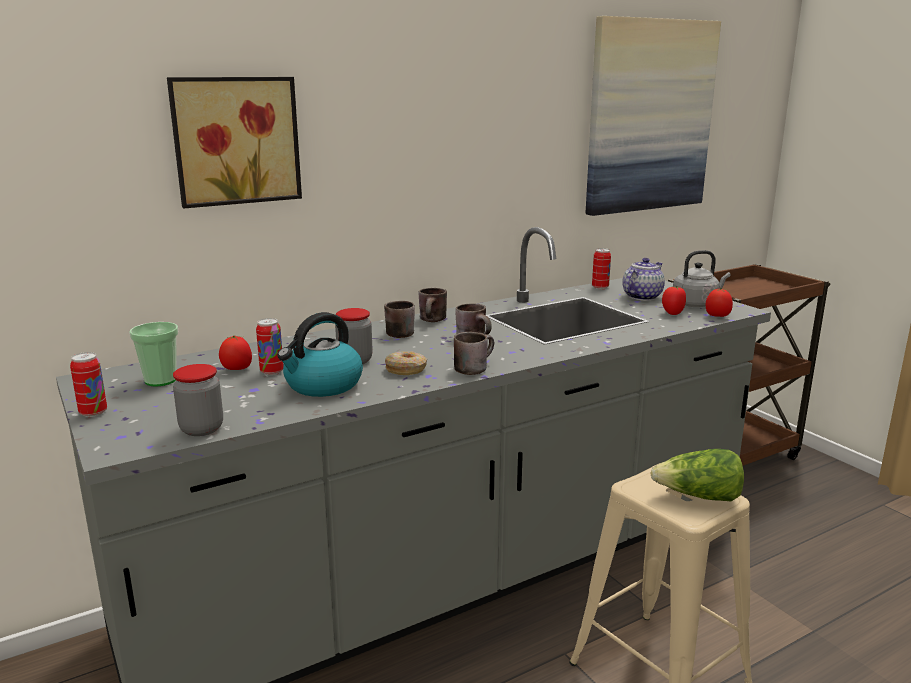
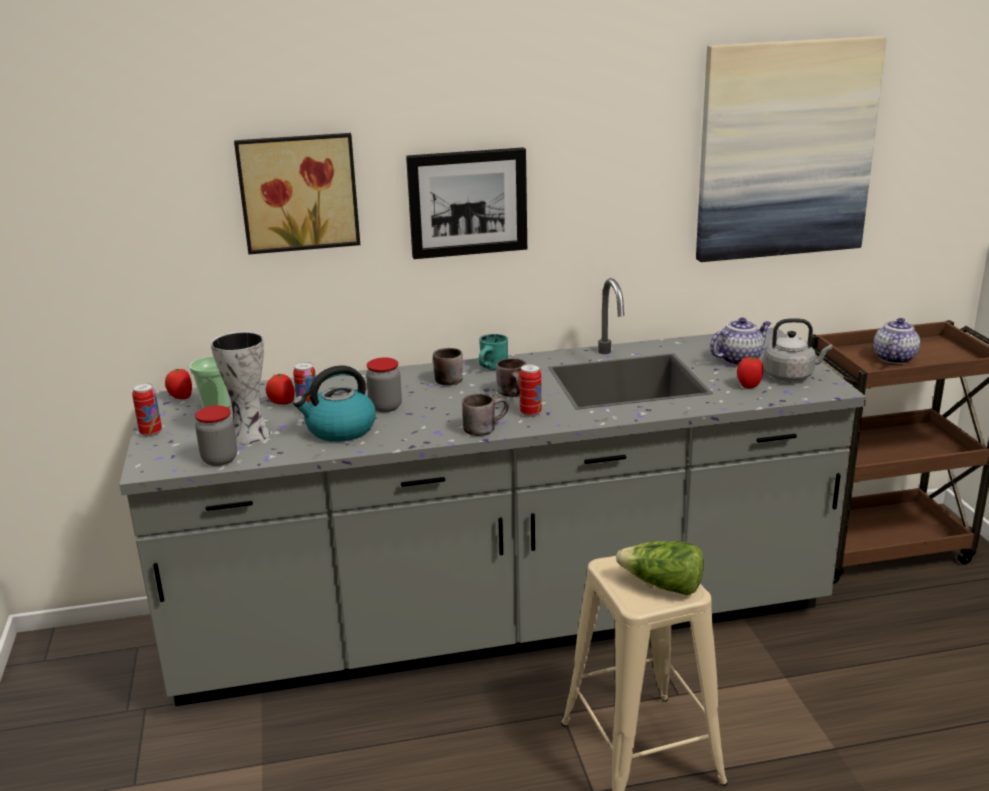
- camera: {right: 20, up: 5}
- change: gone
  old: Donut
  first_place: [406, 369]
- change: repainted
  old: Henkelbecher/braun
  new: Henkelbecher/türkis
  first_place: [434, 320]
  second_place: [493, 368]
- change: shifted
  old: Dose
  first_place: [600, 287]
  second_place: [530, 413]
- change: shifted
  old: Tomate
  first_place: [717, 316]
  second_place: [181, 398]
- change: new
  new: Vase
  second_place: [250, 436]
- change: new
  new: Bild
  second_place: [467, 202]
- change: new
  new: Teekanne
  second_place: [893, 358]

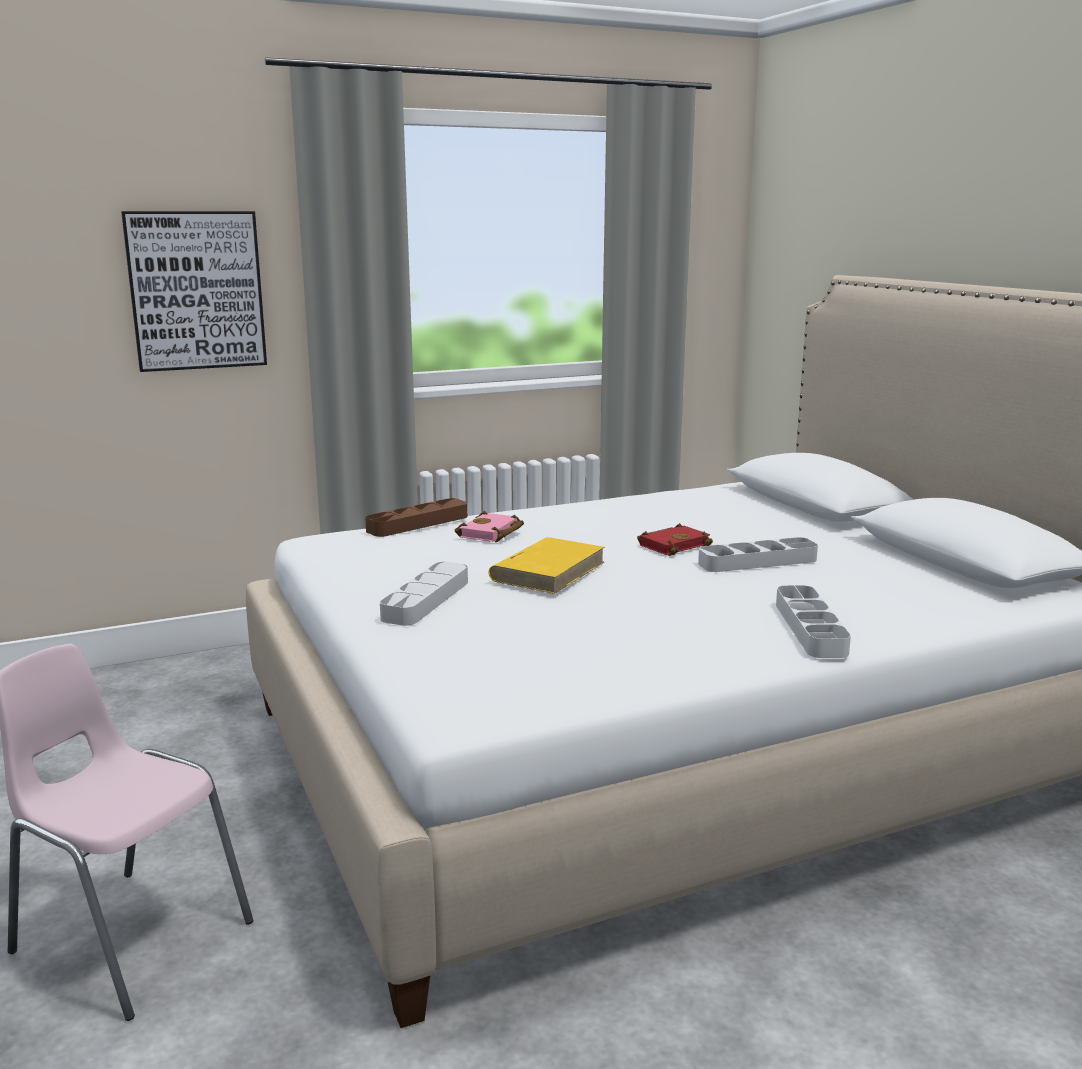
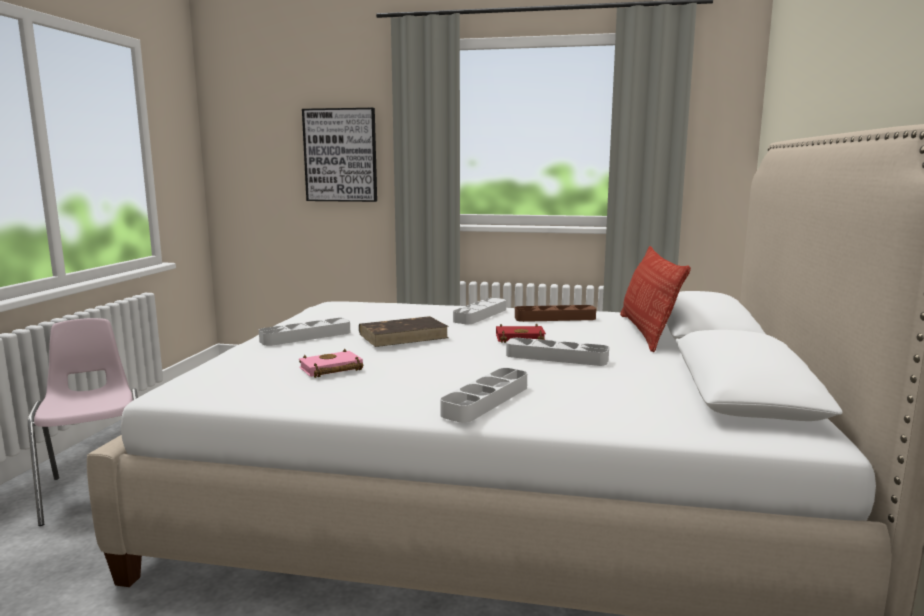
- camera: {right: 35, up: -5}
- change: shifted
  old: Tablett/braun
  first_place: [417, 523]
  second_place: [555, 318]
- change: shifted
  old: Buch/rosa
  first_place: [491, 533]
  second_place: [330, 370]
- change: repainted
  old: Buch/gelb
  new: Buch/braun
  first_place: [548, 570]
  second_place: [404, 336]
- change: new
  new: Tablett/grau
  second_place: [480, 315]
- change: new
  new: Kissen
  second_place: [647, 332]

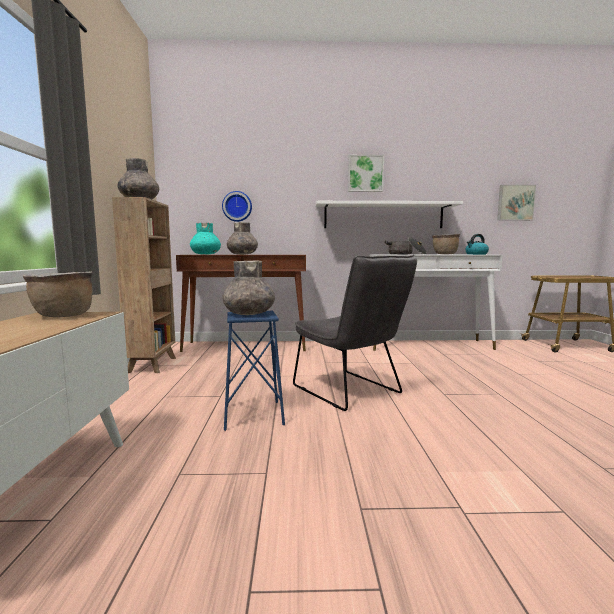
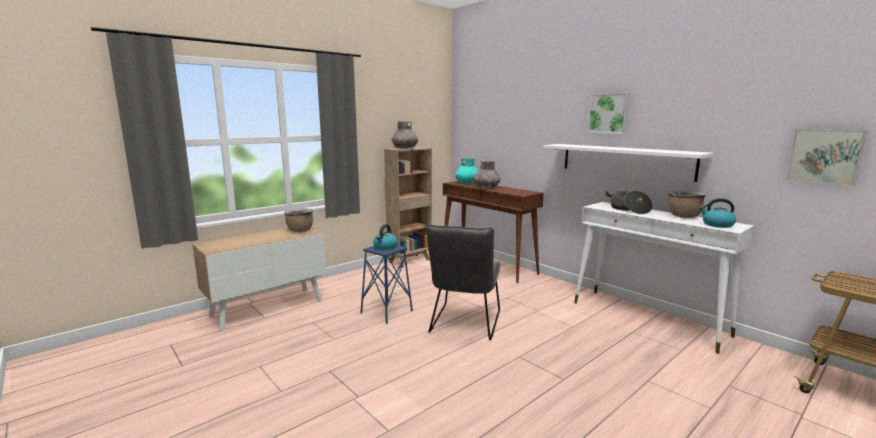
- camera: {right: 50, up: 5}
- change: gone
  old: Wanduhr
  first_place: [237, 206]
- change: swapped
  old: Vase/grau
  new: Wasserkessel
  first_place: [249, 314]
  second_place: [385, 247]

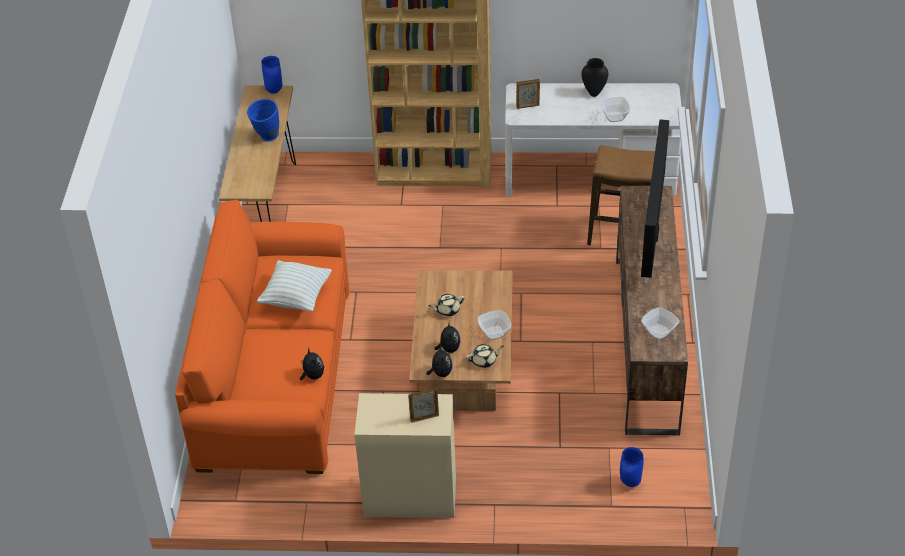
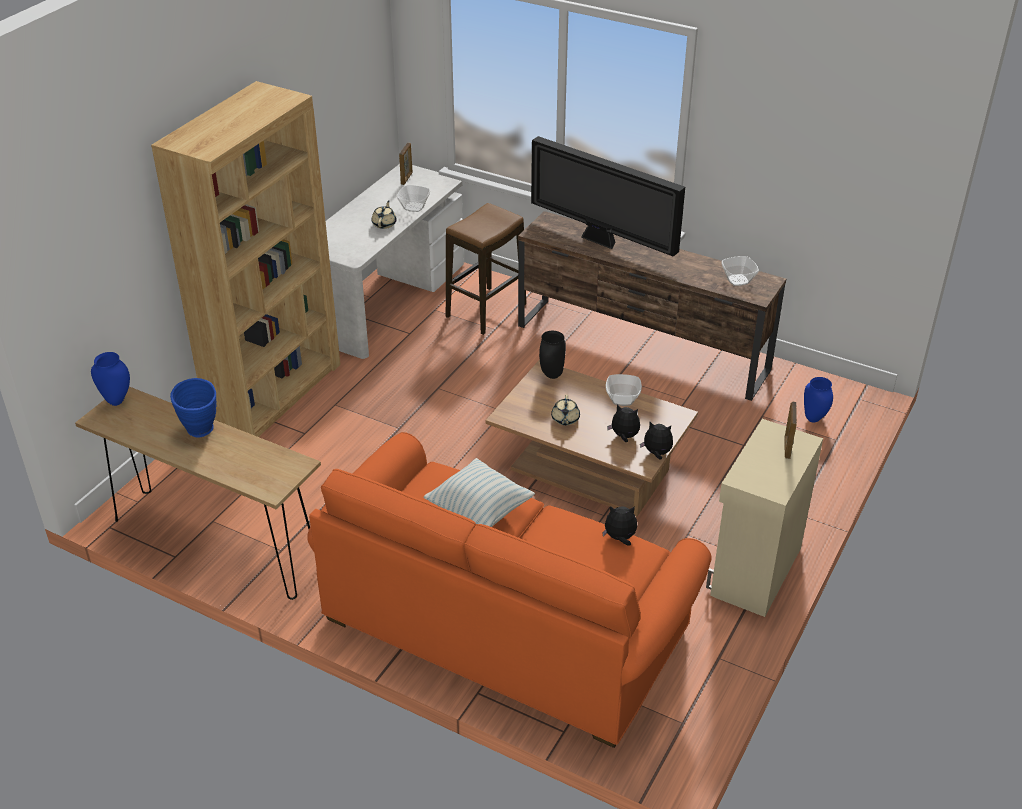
- camera: {right: -65, up: -5}
- change: shifted
  old: Teekanne/beige
  first_place: [484, 361]
  second_place: [384, 224]
- change: shifted
  old: Bilderrahmen
  first_place: [528, 106]
  second_place: [407, 178]
- change: shifted
  old: Vase/schwarz
  first_place: [594, 93]
  second_place: [551, 375]

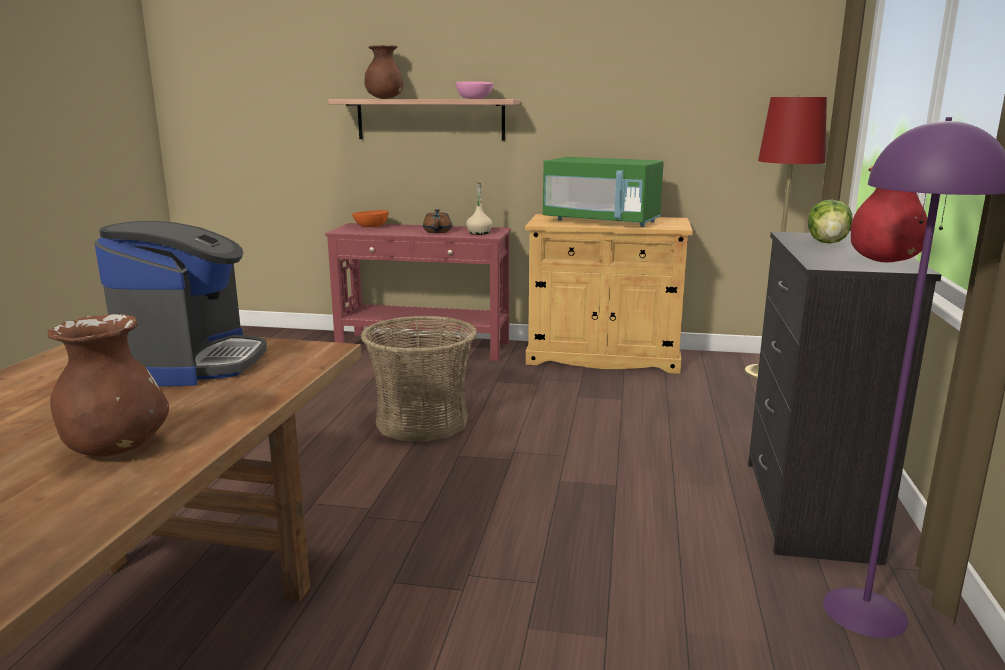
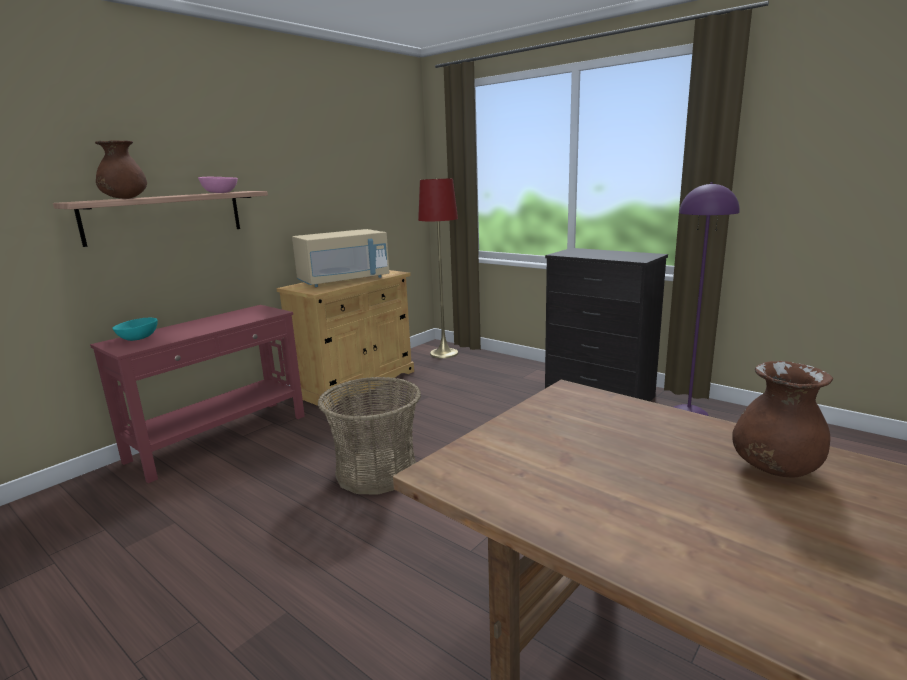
- camera: {right: -60, up: 0}
- change: gone
  old: Kaffeemaschine
  first_place: [192, 363]
- change: repainted
  old: Schüssel/orange
  new: Schüssel/türkis
  first_place: [372, 227]
  second_place: [139, 338]
- change: gone
  old: Teekanne/braun
  first_place: [437, 231]
- change: gone
  old: Flasche/beige
  first_place: [479, 233]
- change: repainted
  old: Mikrowelle/grün
  new: Mikrowelle/beige
  first_place: [601, 221]
  second_place: [344, 281]
- change: gone
  old: Salatkopf
  first_place: [828, 243]
- change: gone
  old: Vase/rot
  first_place: [884, 261]

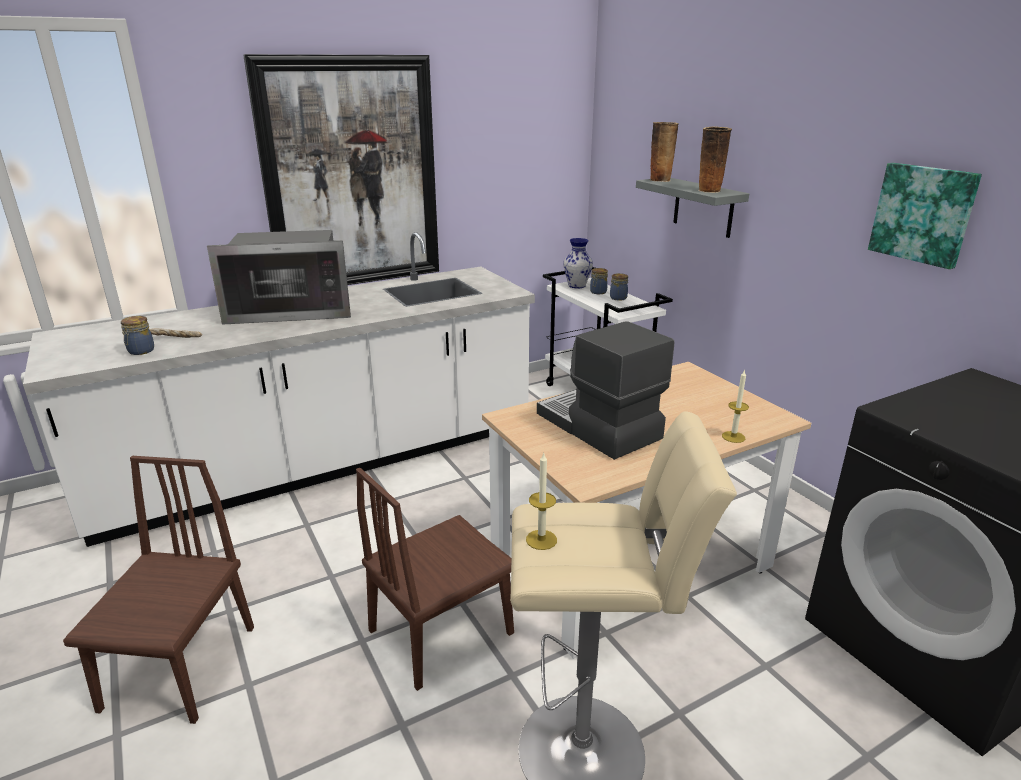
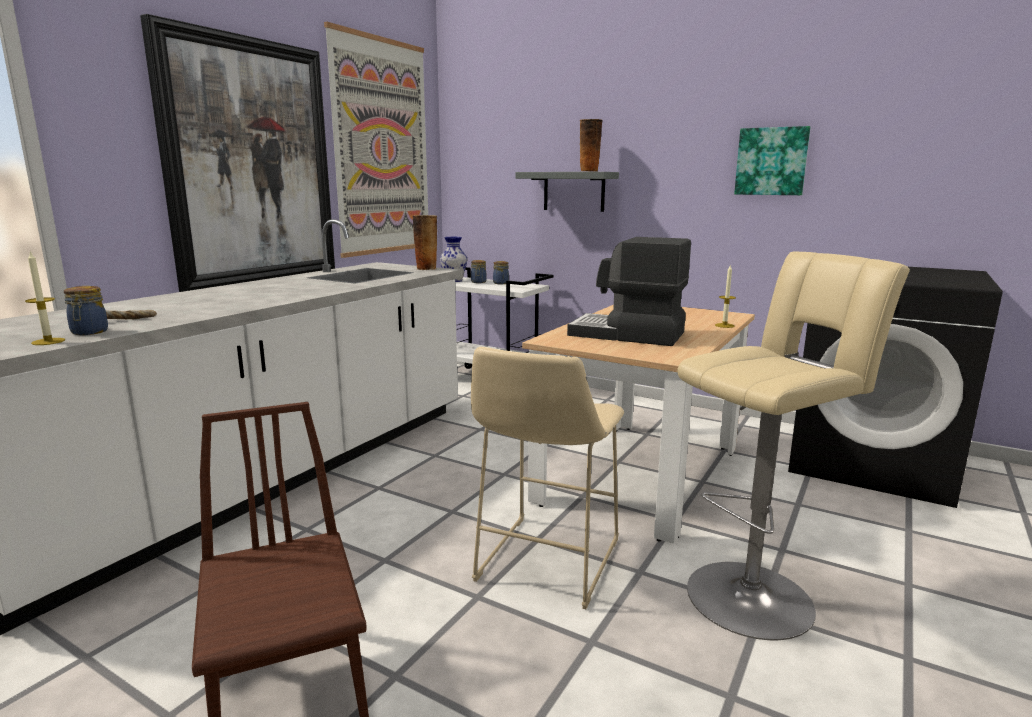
- camera: {right: -30, up: -10}
- change: gone
  old: Mikrowelle
  first_place: [291, 310]
- change: swapped
  old: Stuhl/braun
  new: Hocker/beige
  first_place: [441, 631]
  second_place: [545, 564]
- change: shifted
  old: Kerze
  first_place: [541, 539]
  second_place: [48, 341]
- change: shifted
  old: Vase
  first_place: [660, 180]
  second_place: [426, 269]
- change: new
  new: Bild
  second_place: [382, 148]

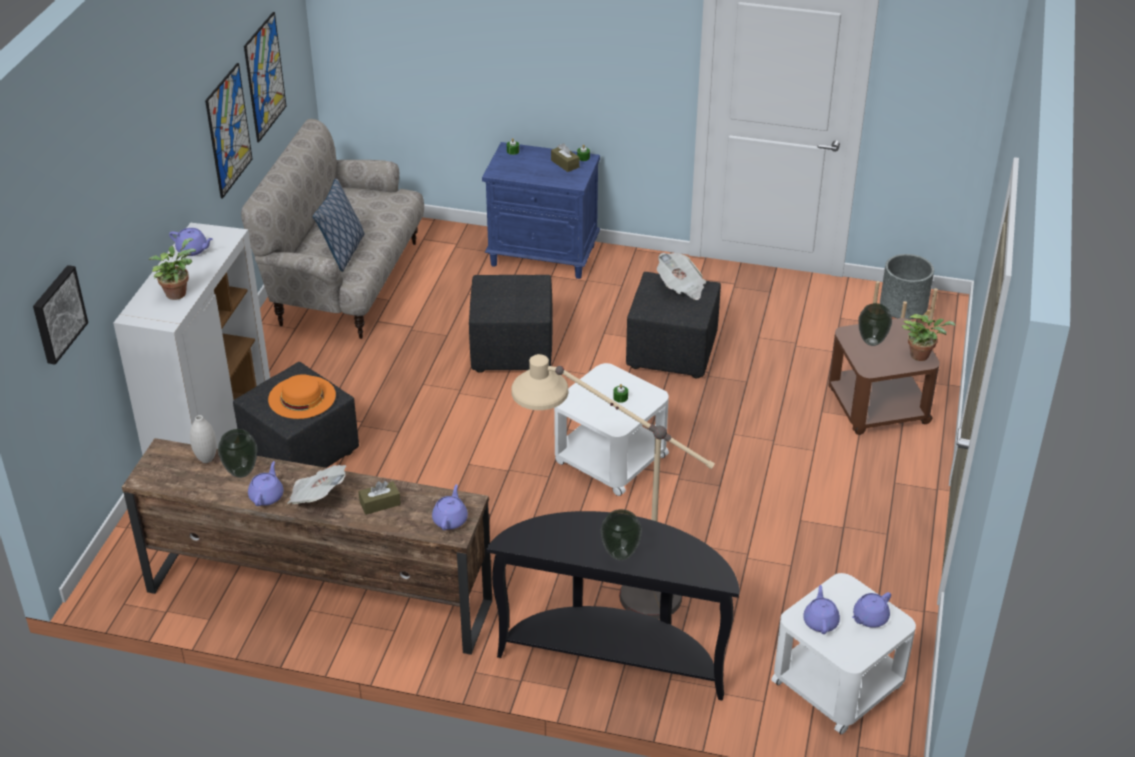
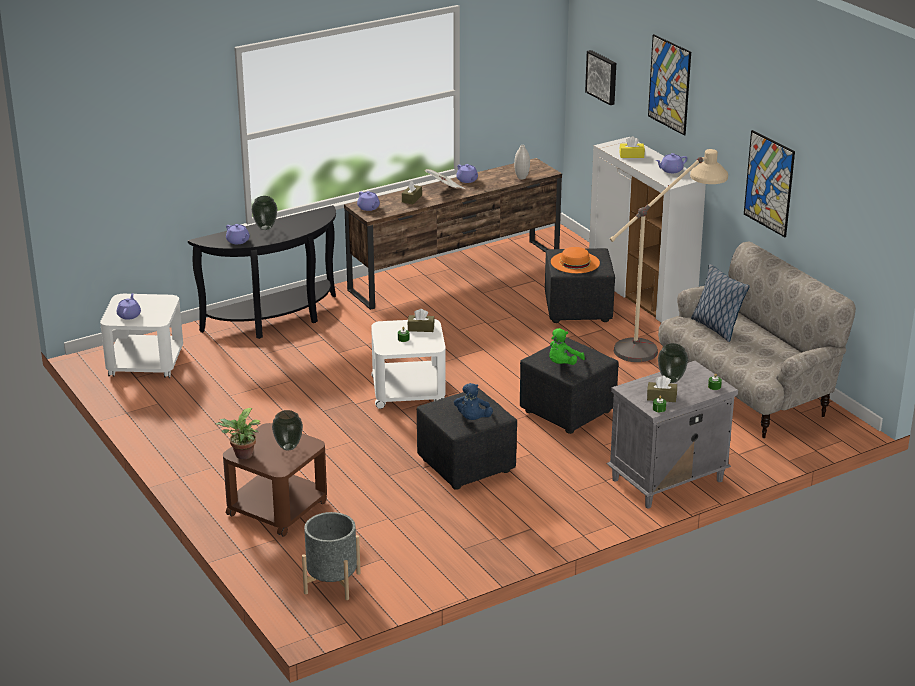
- camera: {right: 135, up: -10}
- change: swapped
  old: Topfpflanze
  new: Taschentuchbox/gelb
  first_place: [177, 292]
  second_place: [631, 155]
- change: shifted
  old: Vase
  first_place: [241, 473]
  second_place: [671, 380]
- change: shifted
  old: Bild
  first_place: [264, 77]
  second_place: [669, 84]
- change: repainted
  old: Nachttisch/blau
  new: Nachttisch/grau
  first_place: [544, 255]
  second_place: [666, 481]
- change: shifted
  old: Stehlampe/beige
  first_place: [606, 588]
  second_place: [660, 343]
- change: swapped
  old: Zeitung
  new: Plüschtier/blau
  first_place: [681, 287]
  second_place: [472, 419]
- change: shifted
  old: Teekanne/lila
  first_place: [820, 621]
  second_place: [238, 241]
- change: new
  new: Taschentuchbox/braun
  second_place: [421, 328]
- change: new
  new: Plüschtier/grün
  second_place: [563, 364]

